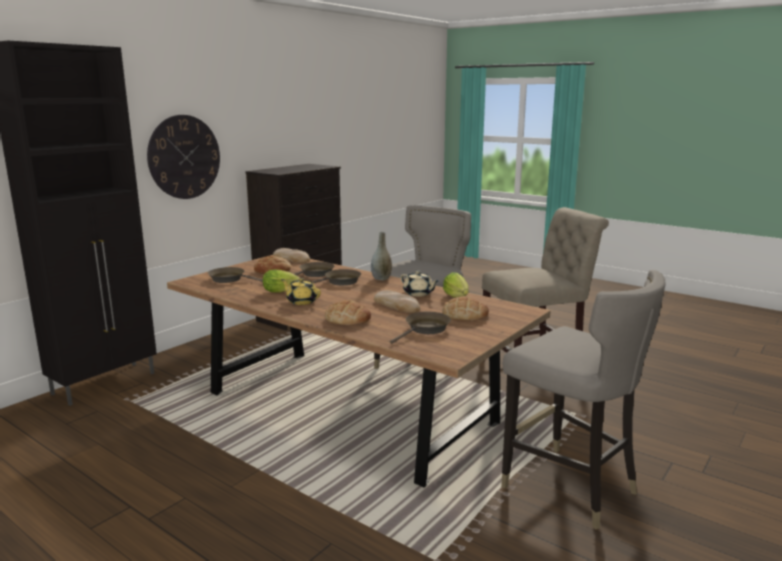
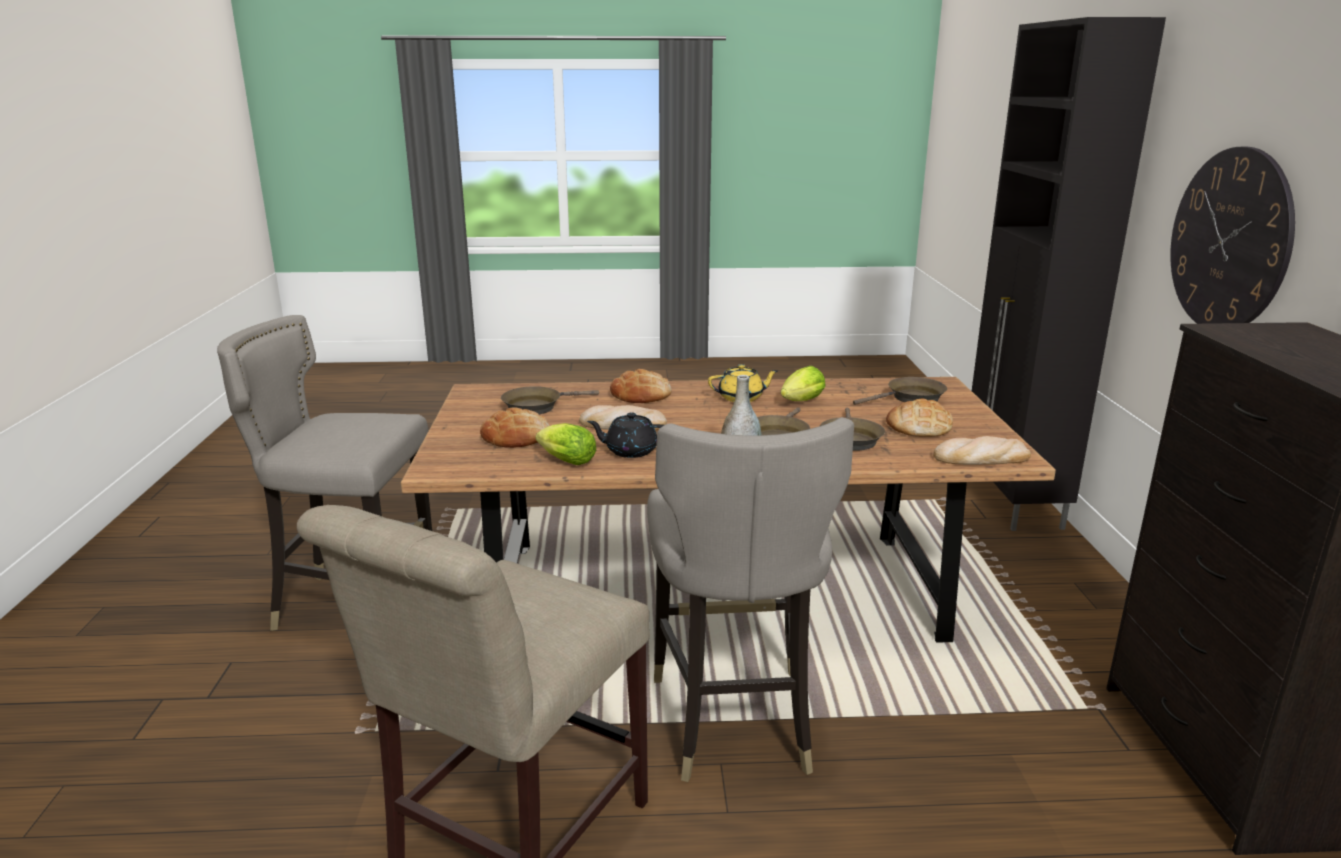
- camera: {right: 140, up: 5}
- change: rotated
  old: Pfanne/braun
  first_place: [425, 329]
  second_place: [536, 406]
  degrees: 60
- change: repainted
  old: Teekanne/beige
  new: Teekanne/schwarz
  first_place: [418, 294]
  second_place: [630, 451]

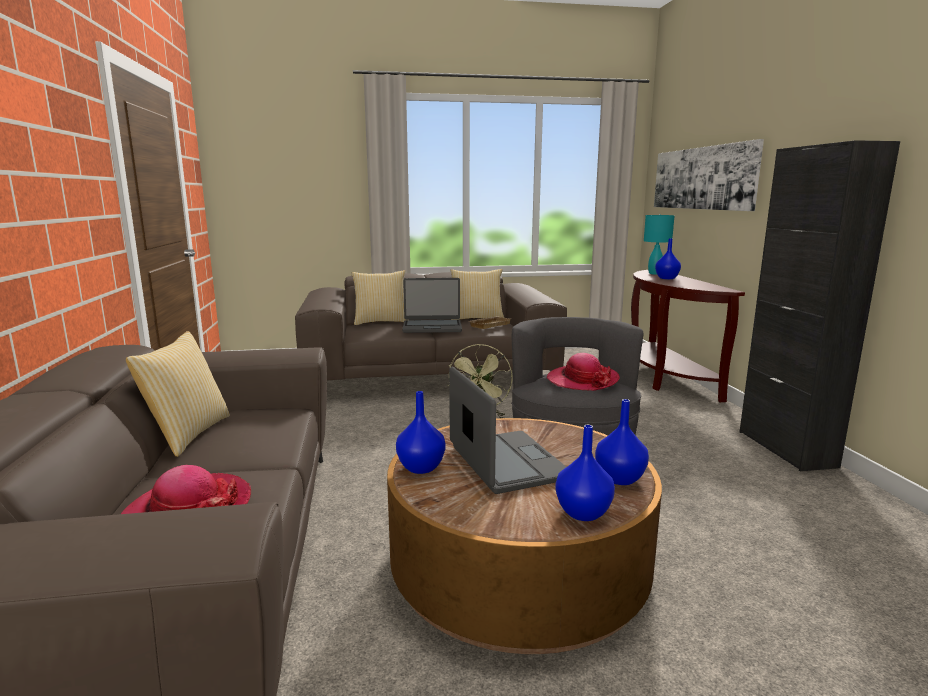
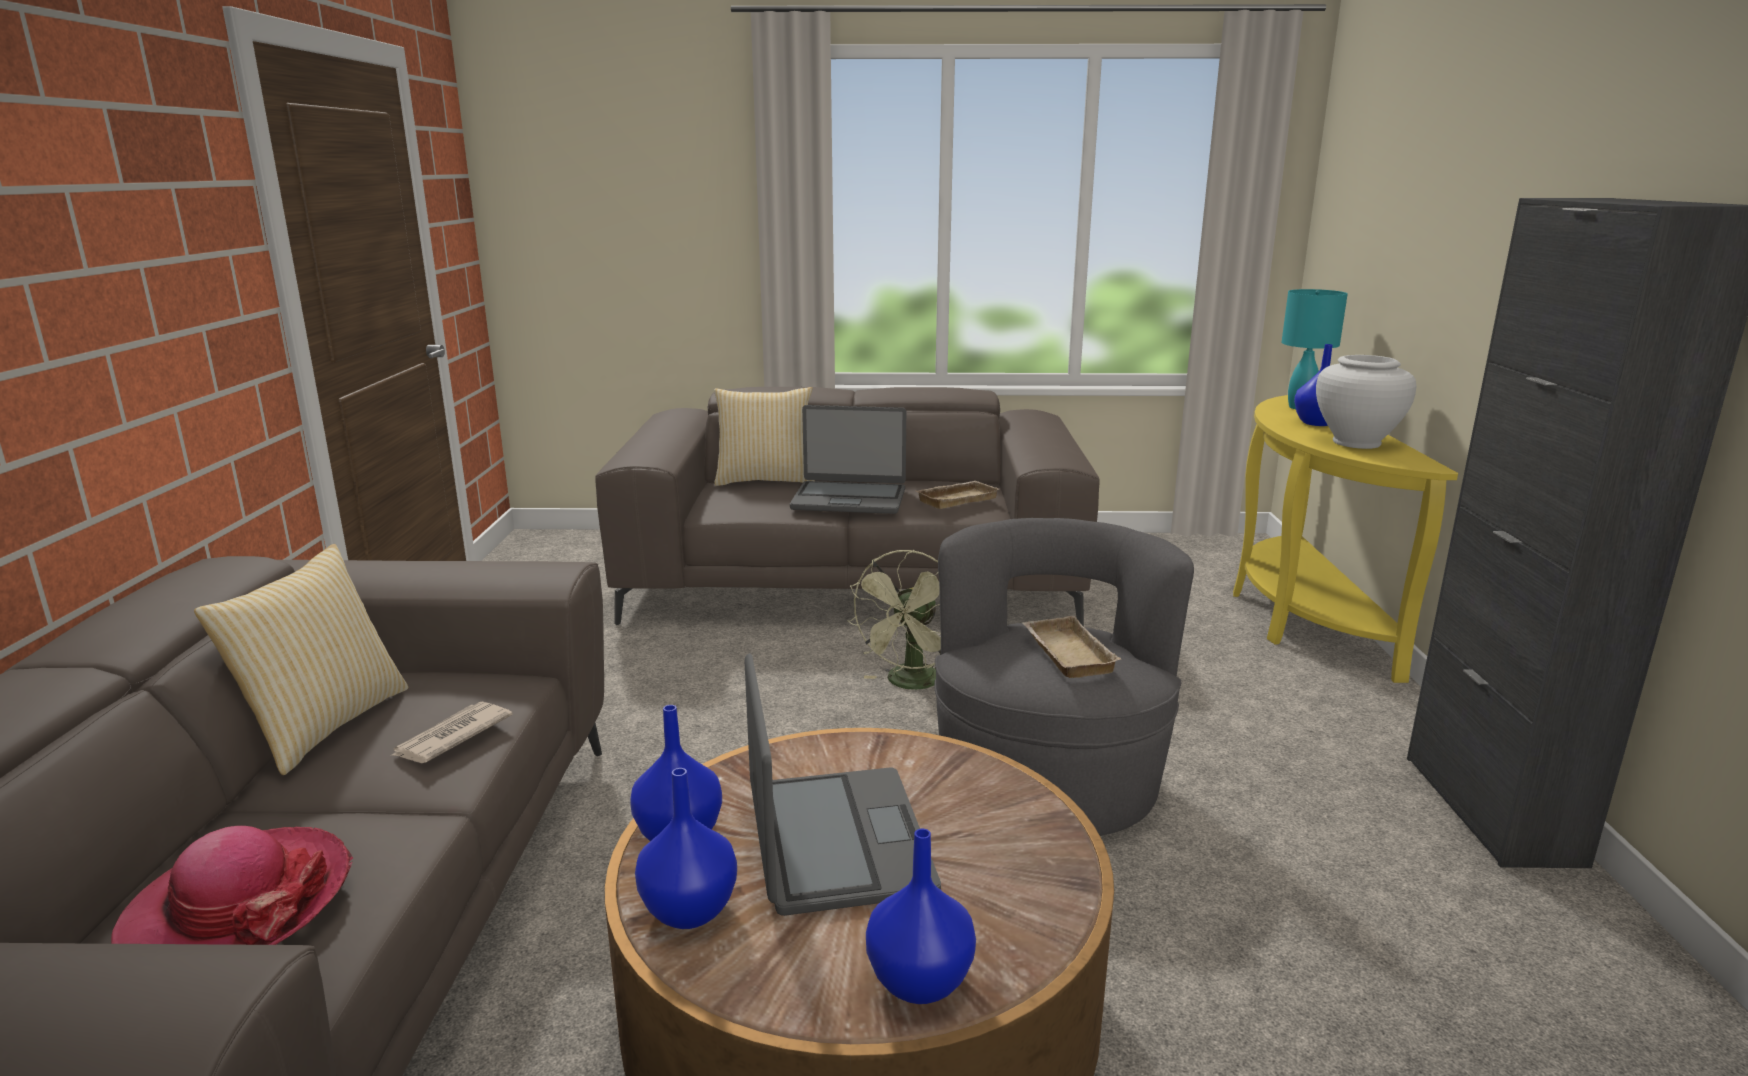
- camera: {right: 10, up: 5}
- change: gone
  old: Kissen
  first_place: [476, 318]
- change: swapped
  old: Hut
  new: Tablett/beige
  first_place: [582, 380]
  second_place: [1065, 653]
- change: shifted
  old: Vase/blau
  first_place: [619, 479]
  second_place: [687, 912]
- change: repainted
  old: Konsolentisch/braun
  new: Konsolentisch/gelb
  first_place: [664, 378]
  second_place: [1301, 617]
- change: gone
  old: Bild
  first_place: [702, 178]
- change: new
  new: Zeitung
  second_place: [451, 737]
- change: new
  new: Vase/weiß
  second_place: [1356, 442]

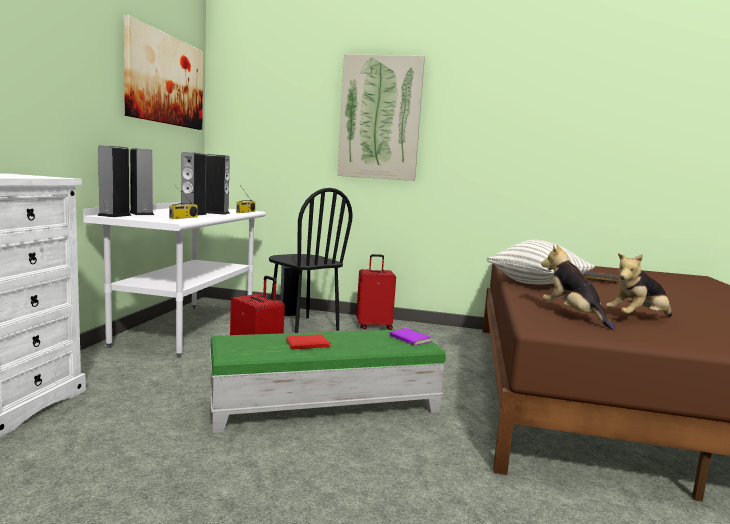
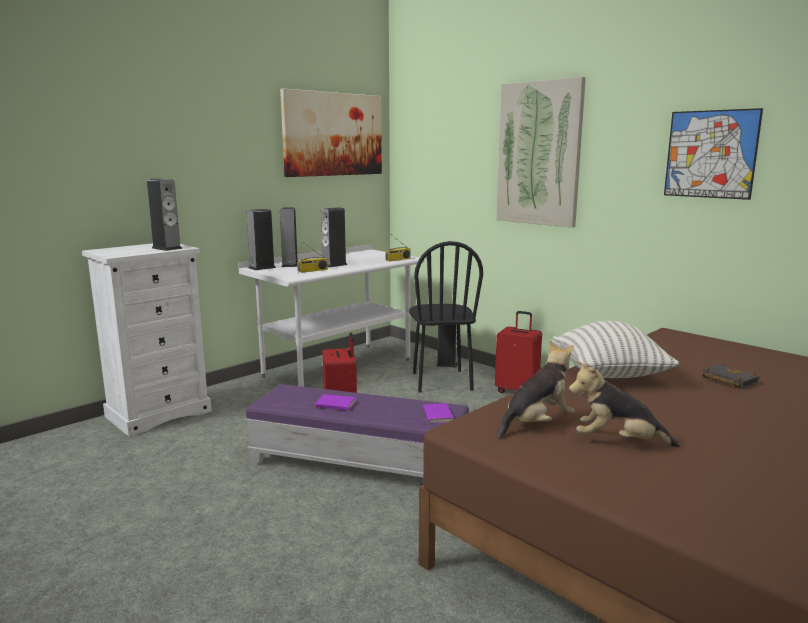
- camera: {right: 35, up: 5}
- change: shifted
  old: Lautsprecher
  first_place: [216, 213]
  second_place: [166, 248]
- change: repainted
  old: Polsterhocker/grün
  new: Polsterhocker/lila
  first_place: [324, 404]
  second_place: [358, 462]
- change: repainted
  old: Buch/rot
  new: Buch/lila
  first_place: [307, 345]
  second_place: [335, 405]
- change: rotated
  old: Plüschtier
  first_place: [573, 316]
  second_place: [536, 424]
  degrees: 45
- change: new
  new: Bild
  second_place: [710, 154]

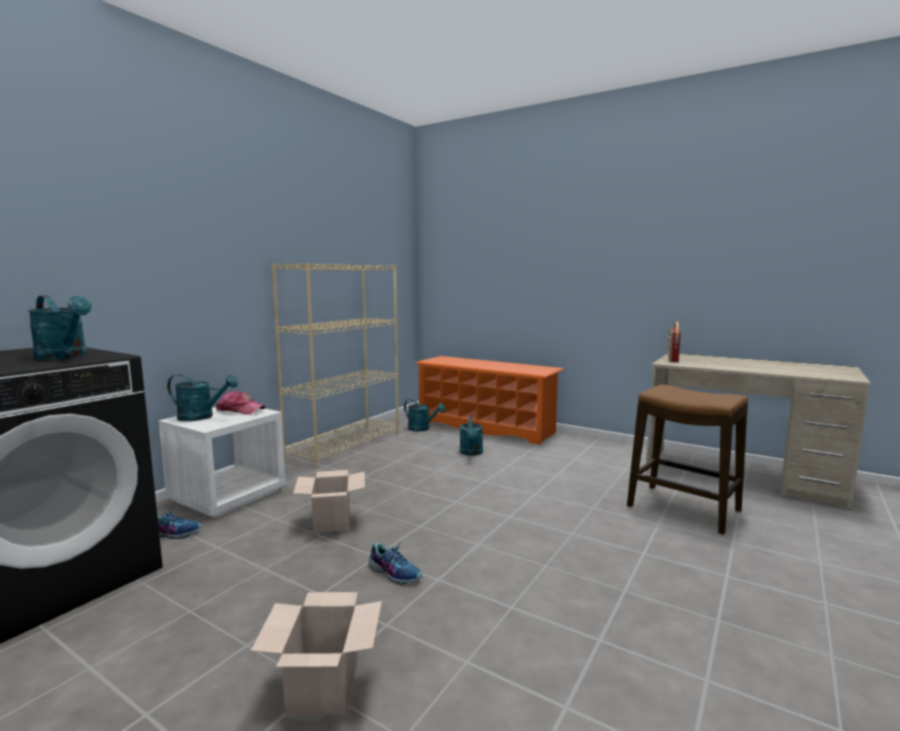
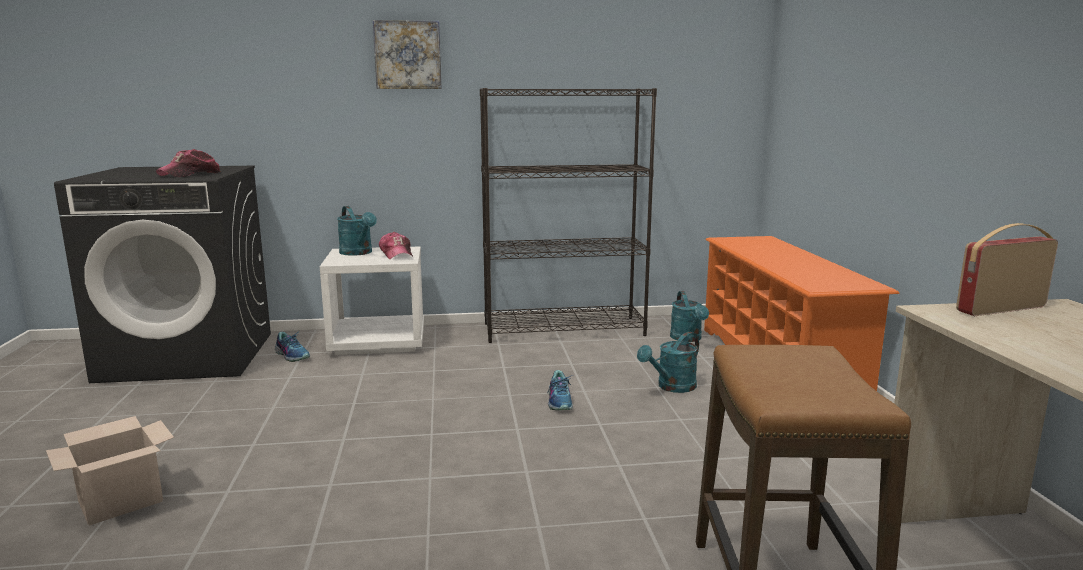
- camera: {right: 50, up: 5}
- change: swapped
  old: Gießkanne/türkis
  new: Kappe
  first_place: [65, 356]
  second_place: [190, 174]
- change: repainted
  old: Bücherregal/beige
  new: Bücherregal/schwarz
  first_place: [345, 445]
  second_place: [564, 329]
- change: gone
  old: Karton
  first_place: [331, 521]
- change: shifted
  old: Schuh
  first_place: [395, 573]
  second_place: [560, 401]
- change: new
  new: Bild
  second_place: [408, 55]

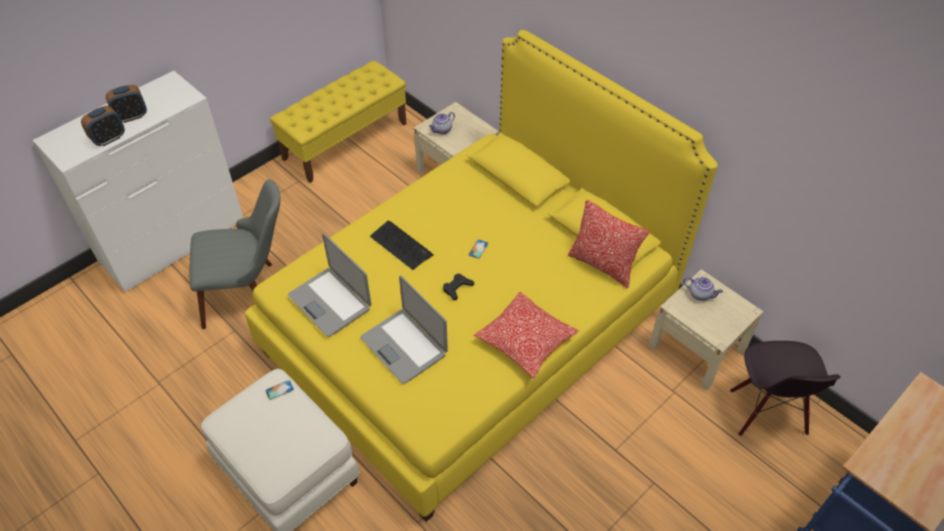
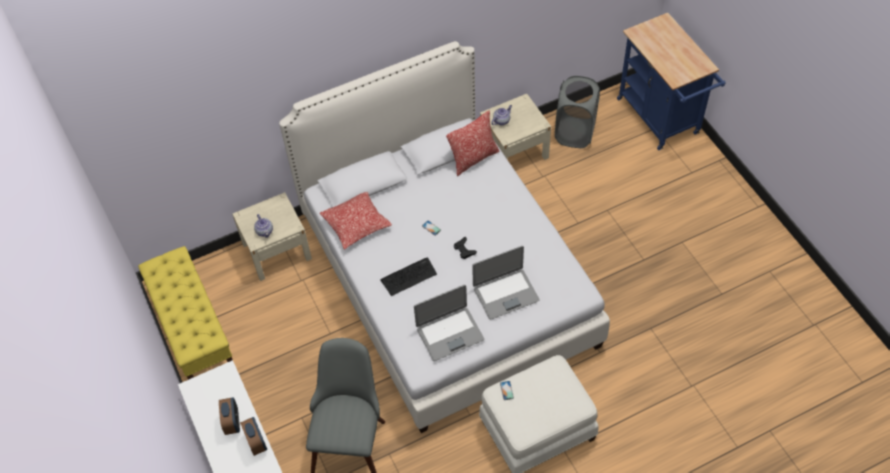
- camera: {right: -70, up: 5}
- change: repainted
  old: Bett/gelb
  new: Bett/weiß
  first_place: [471, 326]
  second_place: [446, 280]
- change: shifted
  old: Kissen
  first_place: [525, 341]
  second_place: [356, 224]
- change: swapped
  old: Stuhl/schwarz
  new: Wäschekorb/grau
  first_place: [766, 412]
  second_place: [575, 133]

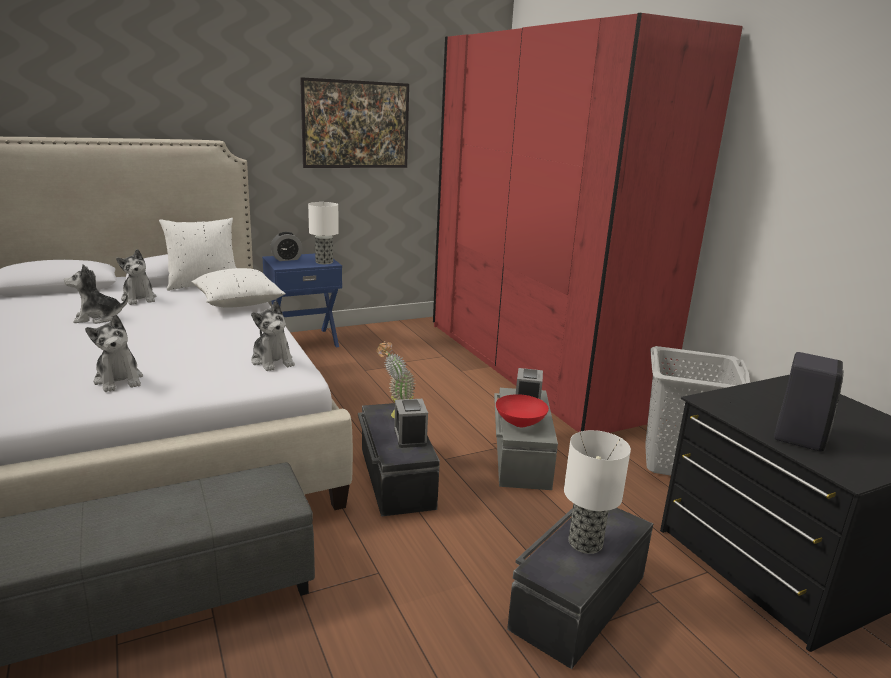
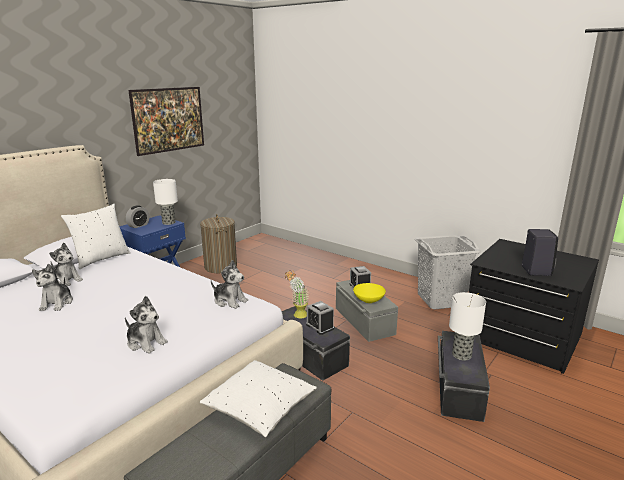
- camera: {right: -25, up: 0}
- change: rotated
  old: Plüschtier
  first_place: [98, 318]
  second_place: [57, 303]
  degrees: -45
- change: shifted
  old: Kissen/weiß
  first_place: [238, 303]
  second_place: [260, 409]
- change: gone
  old: Kleiderschrank/rot
  first_place: [533, 366]
- change: repainted
  old: Schüssel/rot
  new: Schüssel/gelb
  first_place: [520, 423]
  second_place: [369, 300]
- change: new
  new: Wäschekorb
  second_place: [220, 267]

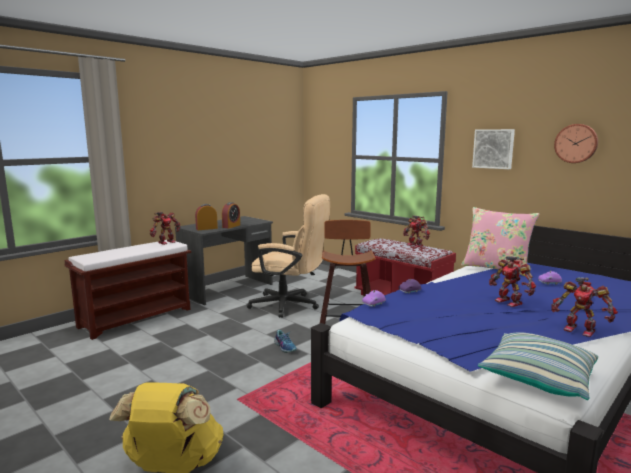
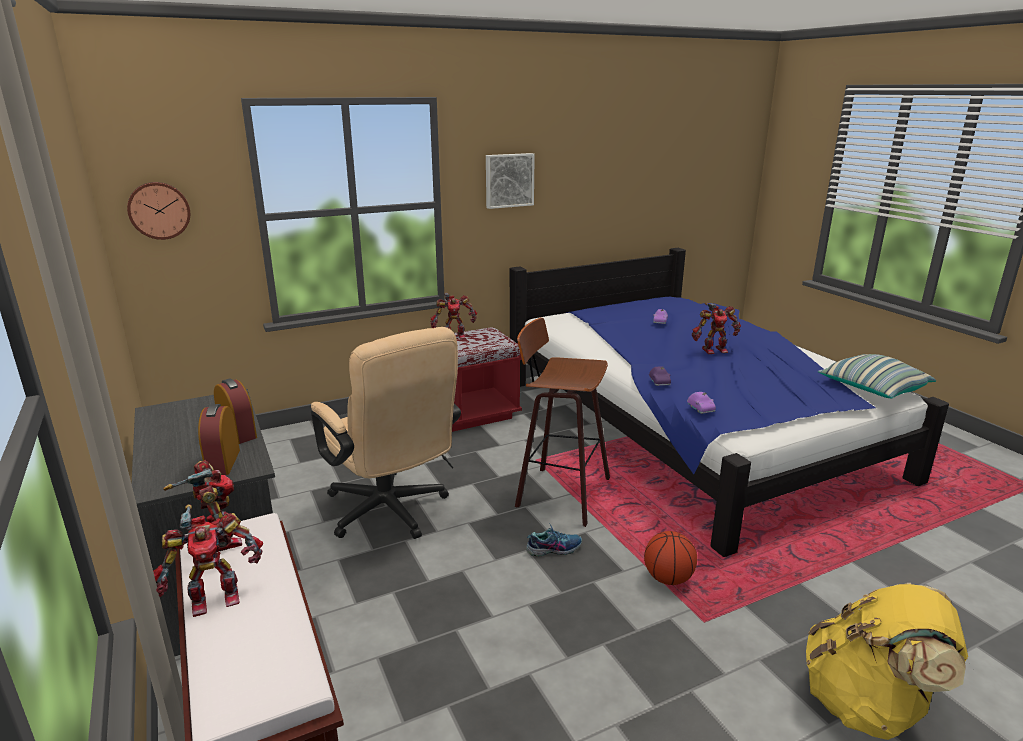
- camera: {right: -70, up: 10}
- change: rotated
  old: Bürostuhl/beige
  first_place: [290, 305]
  second_place: [391, 513]
  degrees: 105
- change: gone
  old: Kissen/rosa
  first_place: [496, 268]
- change: shifted
  old: Spielzeugroboter
  first_place: [579, 330]
  second_place: [214, 597]
- change: shifted
  old: Wanduhr
  first_place: [576, 143]
  second_place: [159, 210]
- change: new
  new: Basketball
  second_place: [668, 579]

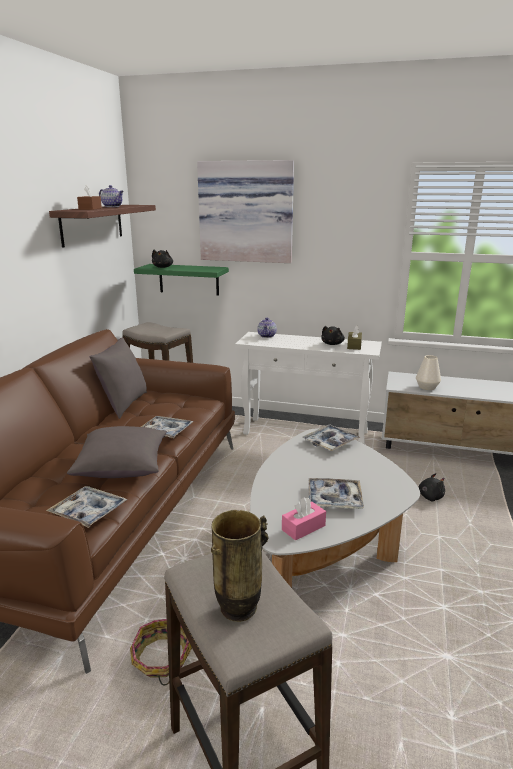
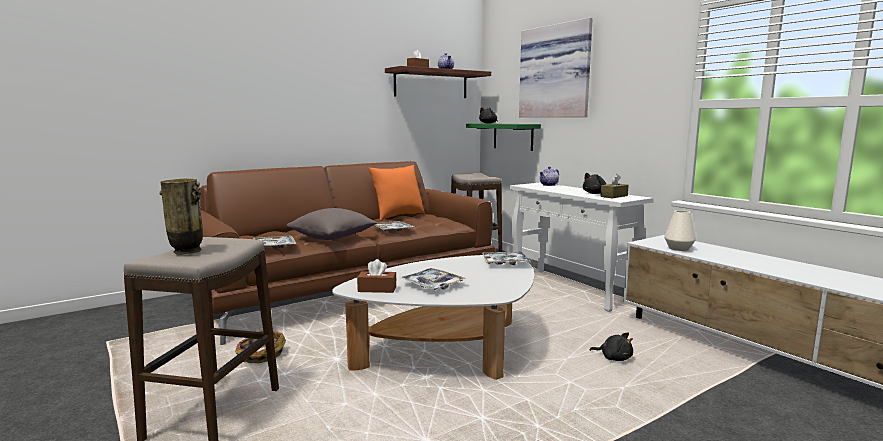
- camera: {right: 40, up: -10}
- change: repainted
  old: Kissen/grau
  new: Kissen/orange
  first_place: [123, 405]
  second_place: [397, 216]
- change: repainted
  old: Taschentuchbox/rosa
  new: Taschentuchbox/braun
  first_place: [303, 527]
  second_place: [377, 289]

